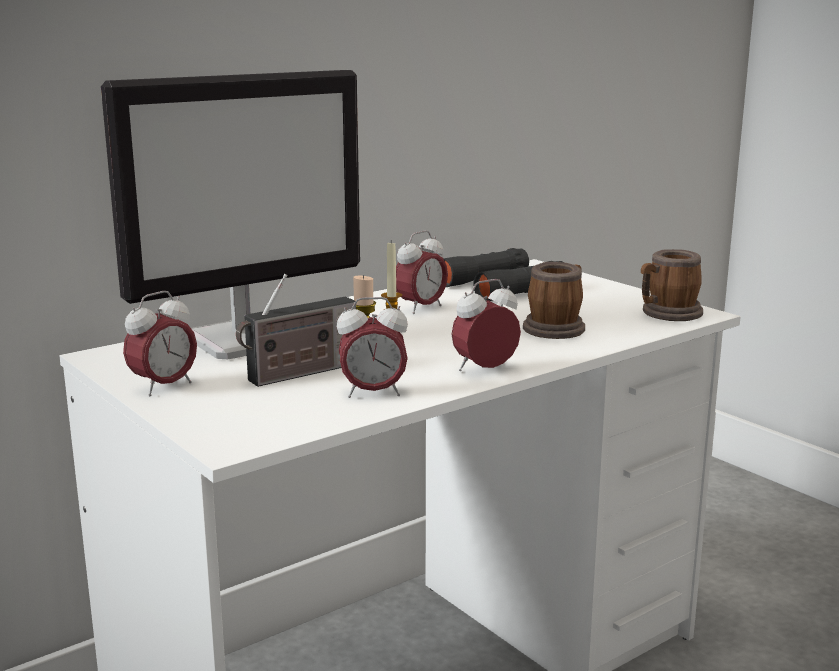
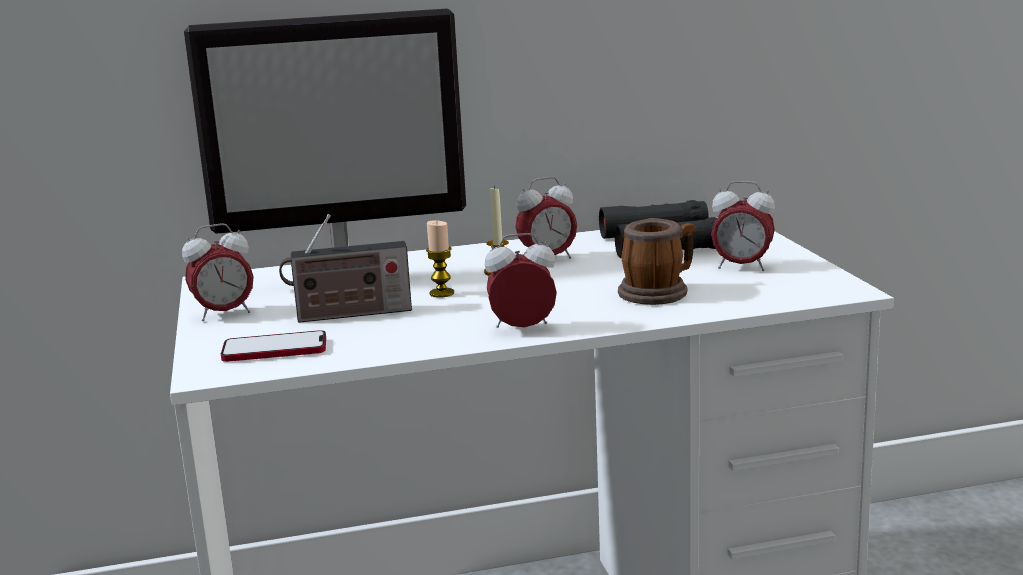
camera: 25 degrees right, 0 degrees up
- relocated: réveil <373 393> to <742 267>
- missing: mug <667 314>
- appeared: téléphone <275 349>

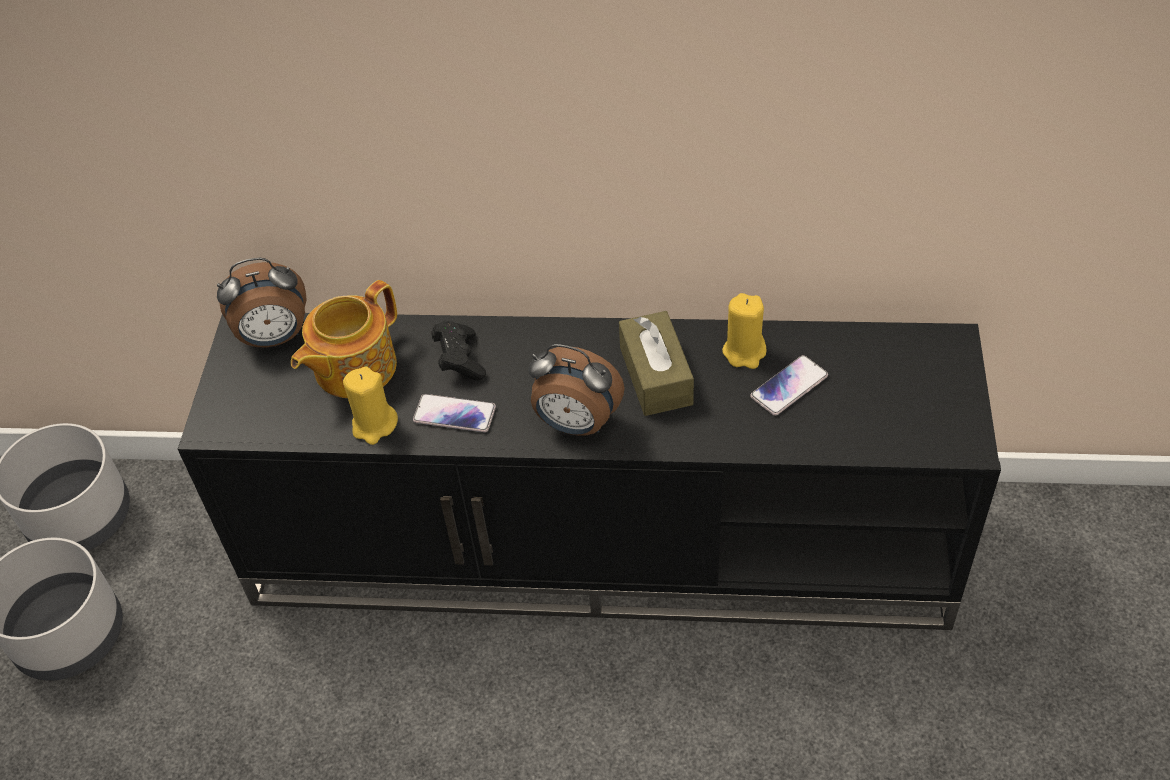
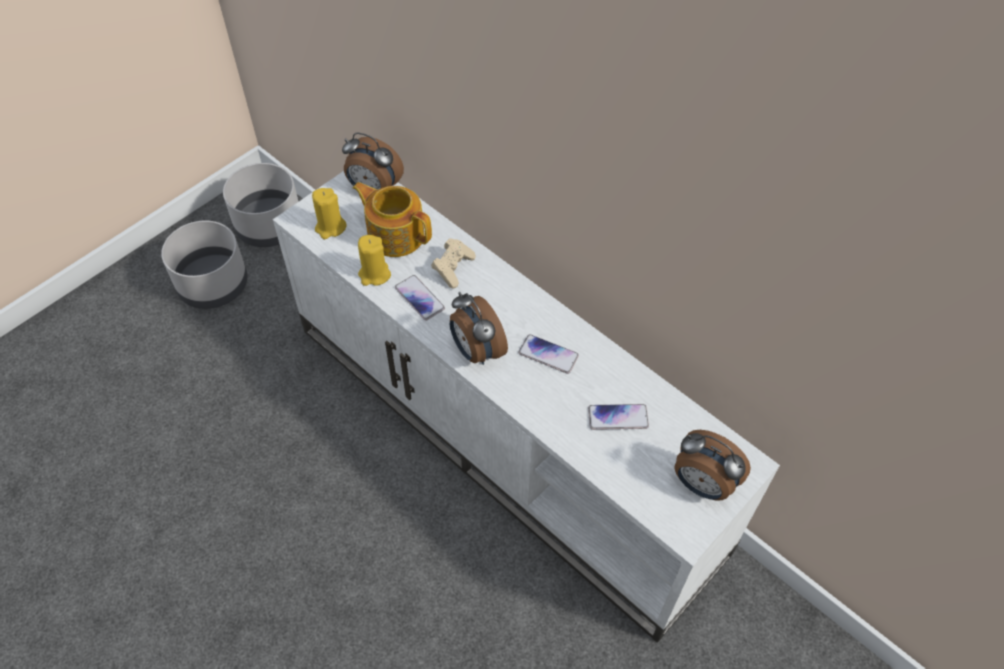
camera: 35 degrees right, 5 degrees up
- colour: meuble télé [noir] <603 545> to meuble télé [blanc] <506 435>
- spun: théière <353 368> = <395 234> 45 degrees clockwise
- colour: manette [noir] <459 359> to manette [beige] <453 268>
- exchanged: boîte à mouchoirs [marron] <656 376> to téléphone <548 355>
- relocated: bougie [jaune] <744 352> to <330 227>
- appeared: réveil <702 484>

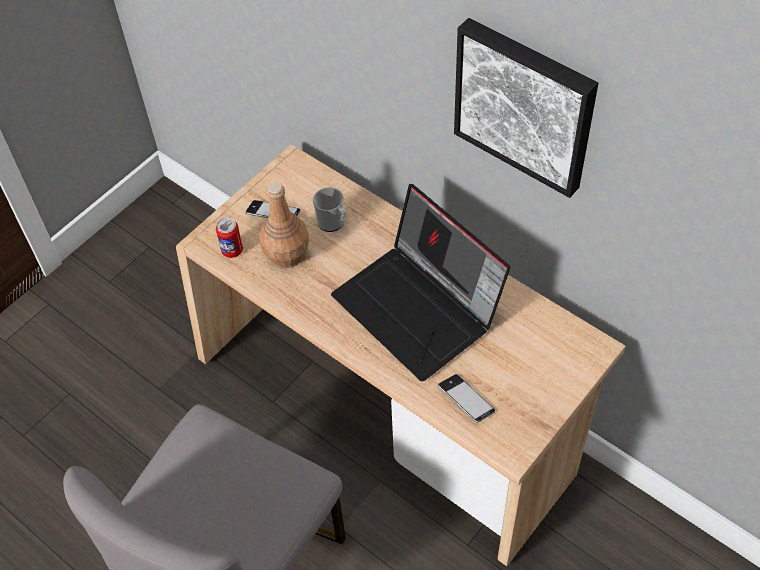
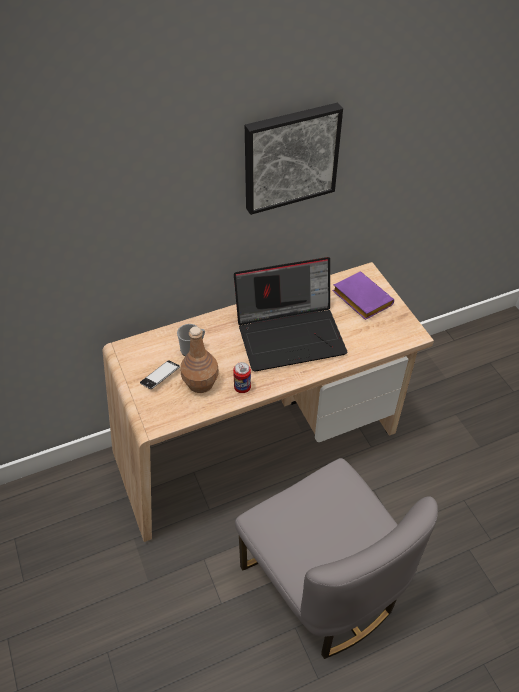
camera: 65 degrees left, 5 degrees down
- relocated: boîte métallique <232 250> to <242 387>
- missing: téléphone <466 401>
- appeared: livre [violet] <360 299>

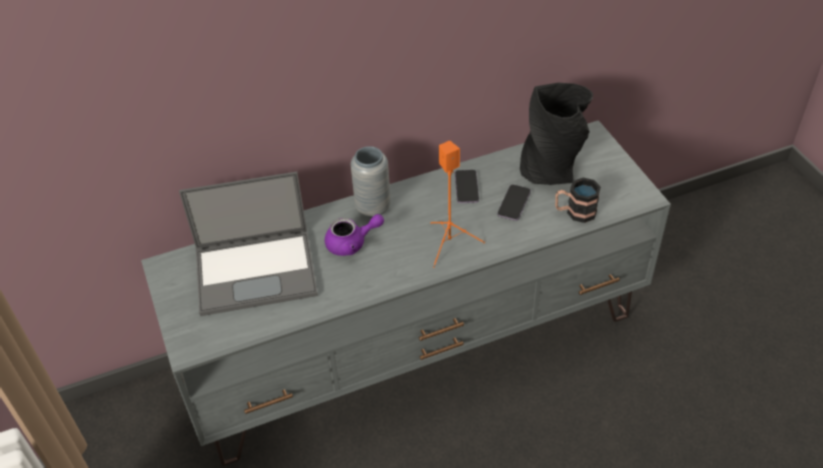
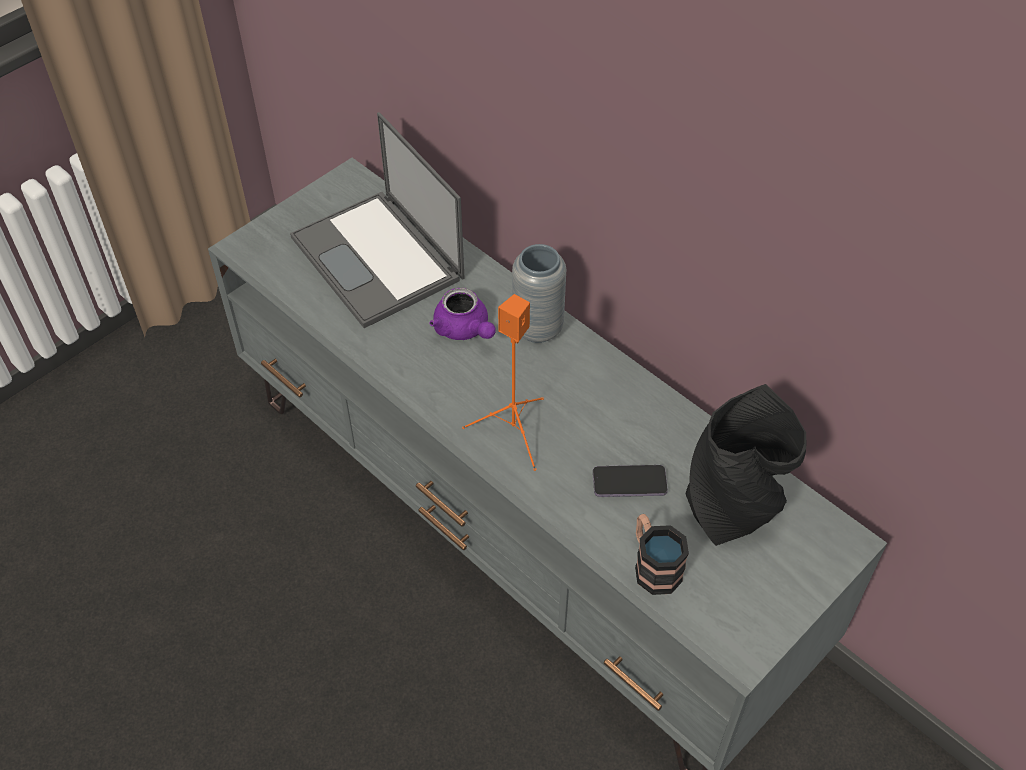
camera: 65 degrees right, 5 degrees up
- missing: téléphone <466 187>

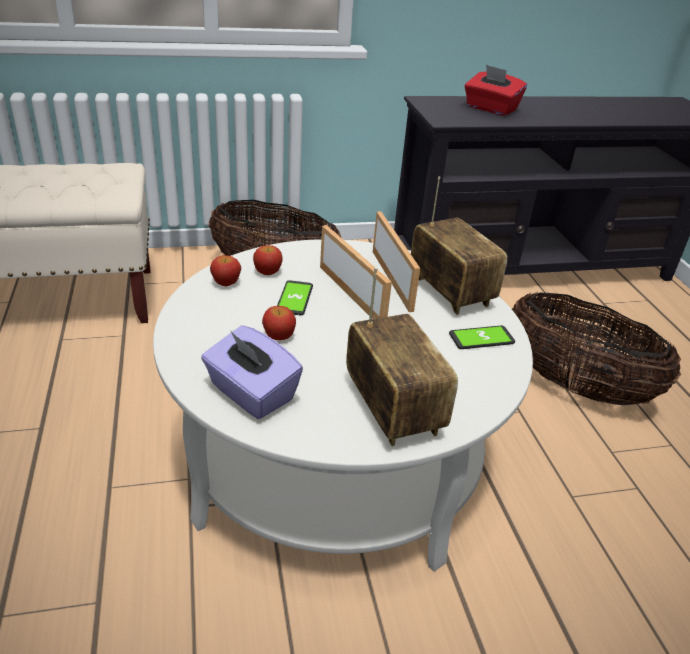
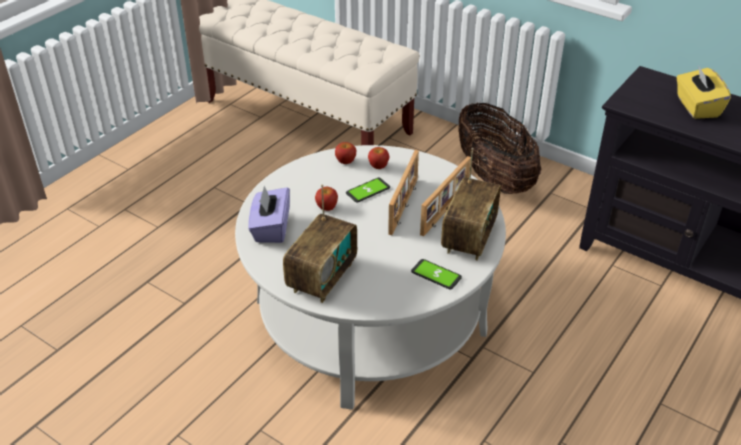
camera: 50 degrees right, 5 degrees up
- colour: boîte à mouchoirs [rouge] <490 109> to boîte à mouchoirs [jaune] <696 107>
- missing: panier <575 386>

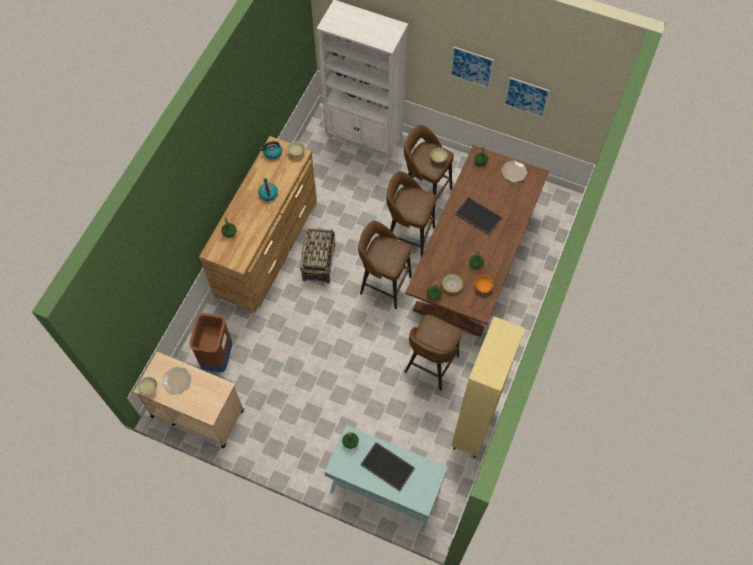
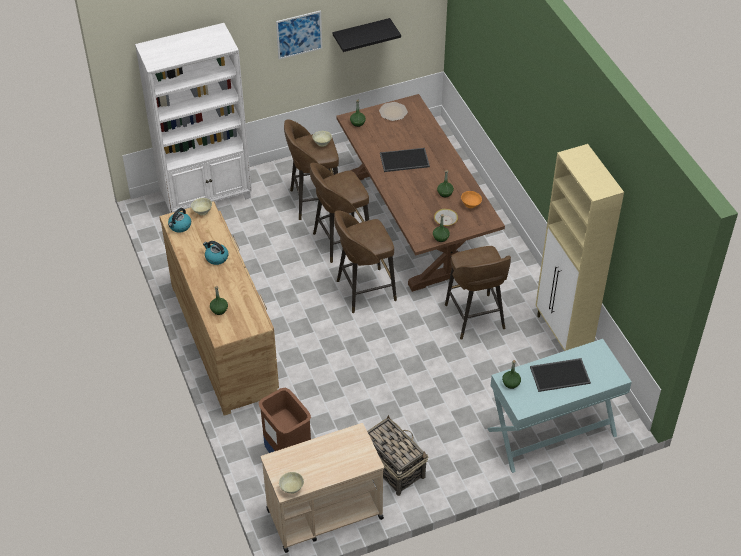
camera: 45 degrees left, 15 degrees down
- missing: assiette <177 380>
- relocated: panier <319 262> to <392 466>
- exchanged: tableau <526 97> to étagère [noir] <361 34>

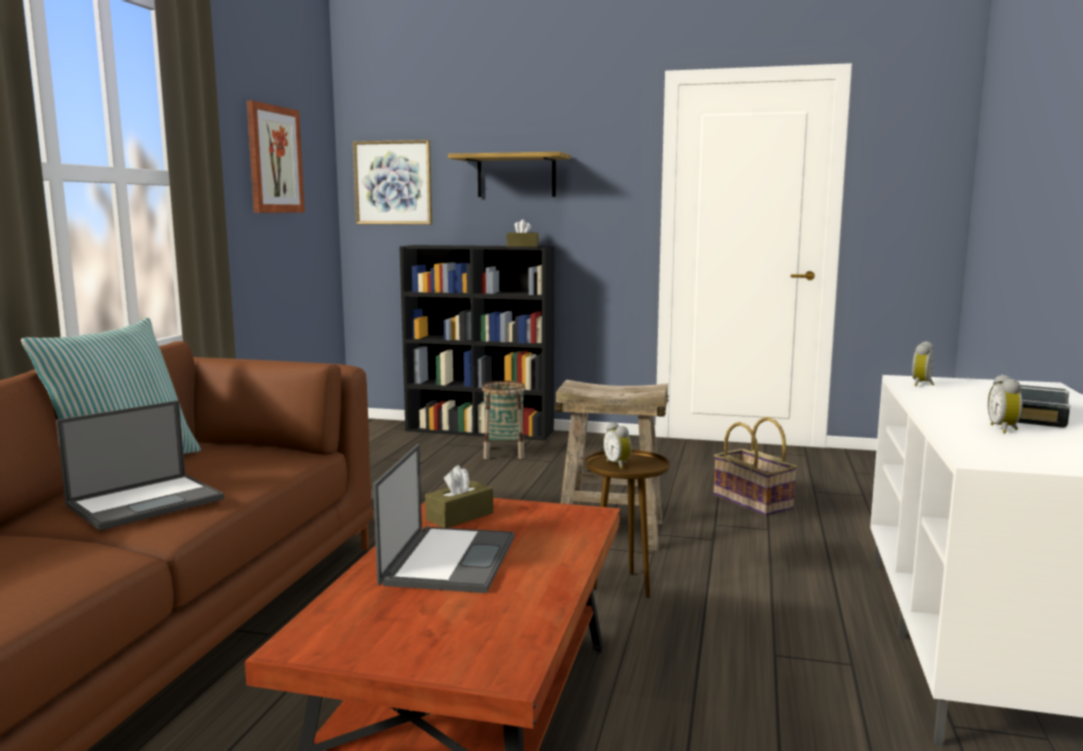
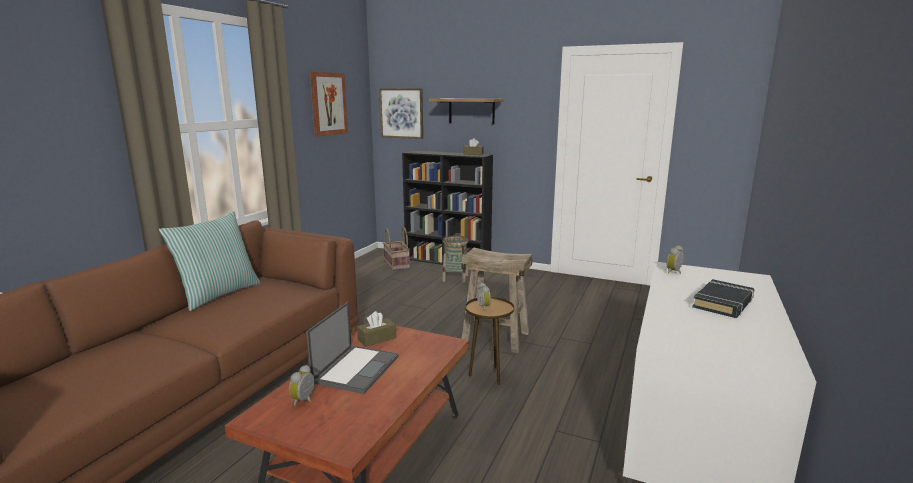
camera: 10 degrees right, 5 degrees up
- missing: ordinateur portable <147 502>
- relocated: panier <753 501> to <397 264>
- relocated: réveil <1004 429> to <304 401>

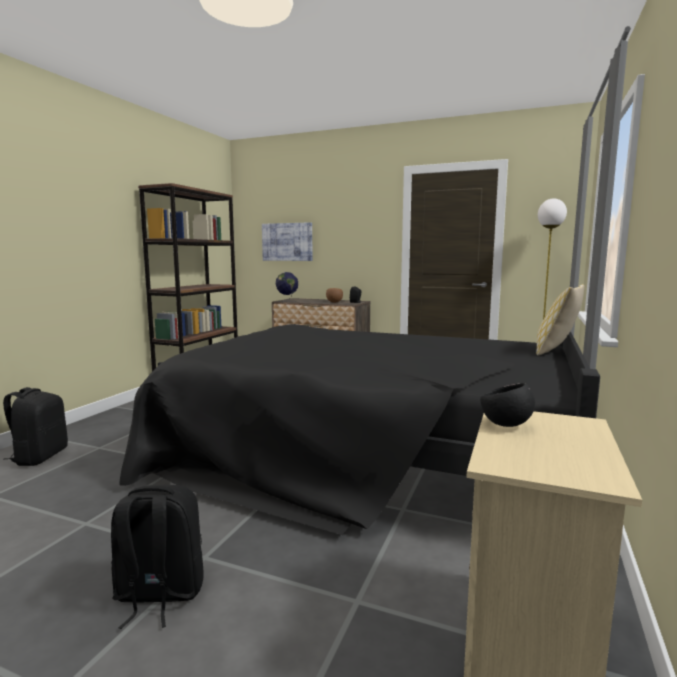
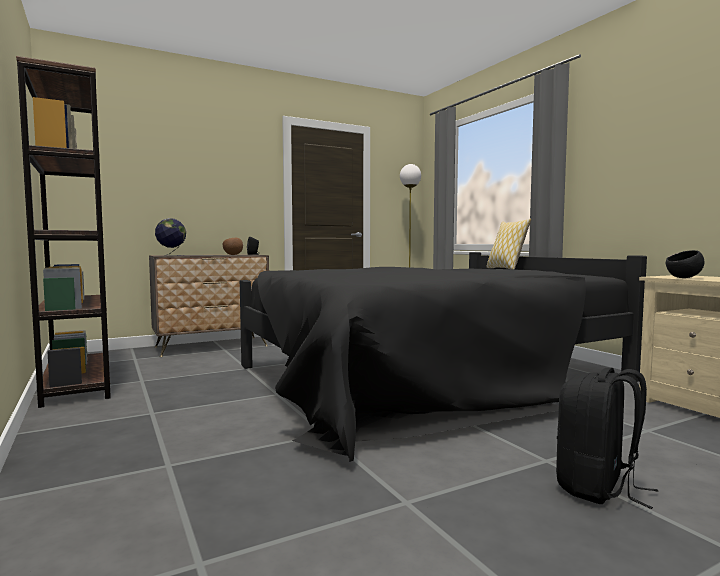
camera: 50 degrees left, 5 degrees down
- missing: sac à dos [noir] <39 457>
- missing: tableau <287 242>

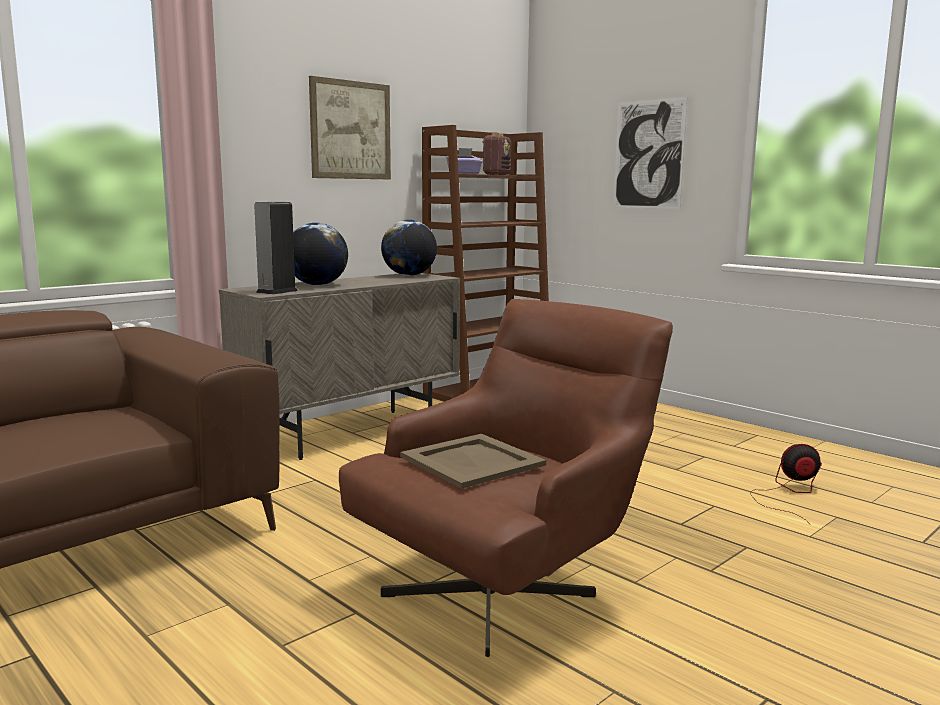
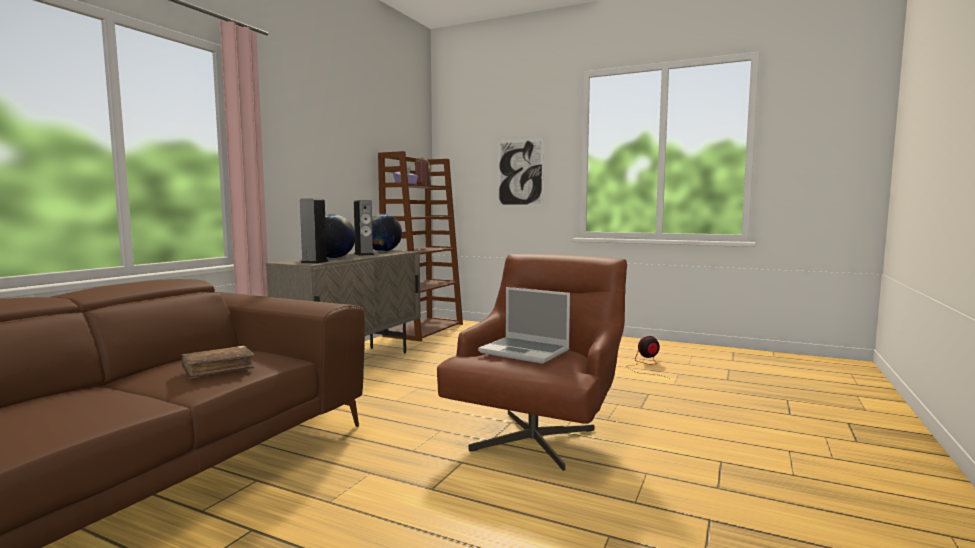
camera: 20 degrees left, 5 degrees down
- missing: tableau <350 130>
- exchanged: plateau [beige] <473 461> to ordinateur portable <526 352>
- appeared: livre [marron] <218 369>
- appeared: enceinte <364 254>

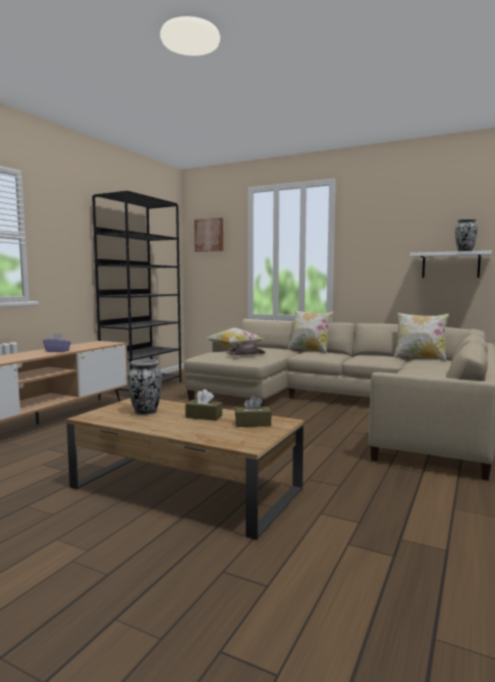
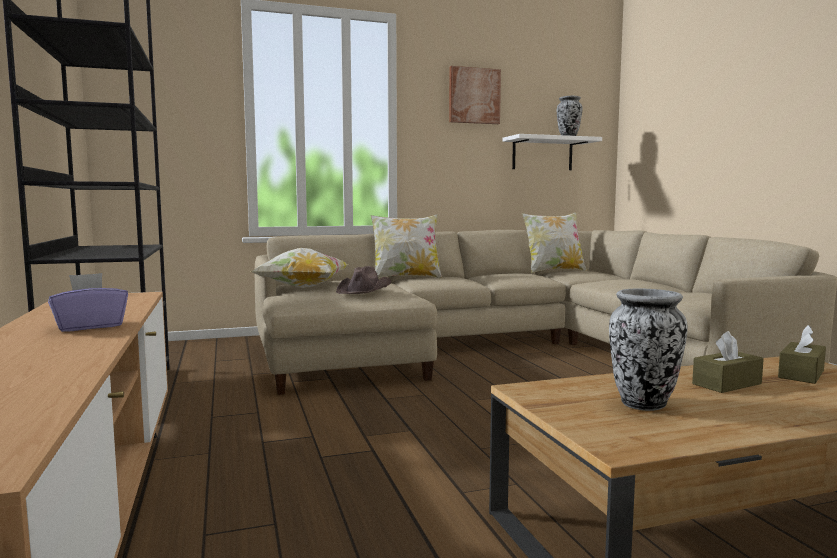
camera: 45 degrees left, 0 degrees up
- relocated: tableau <209 235> to <474 96>

